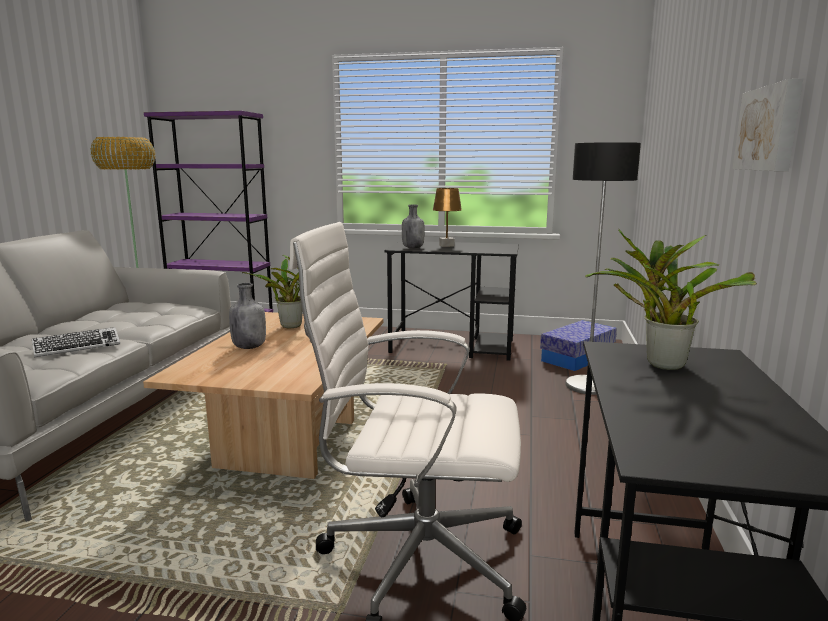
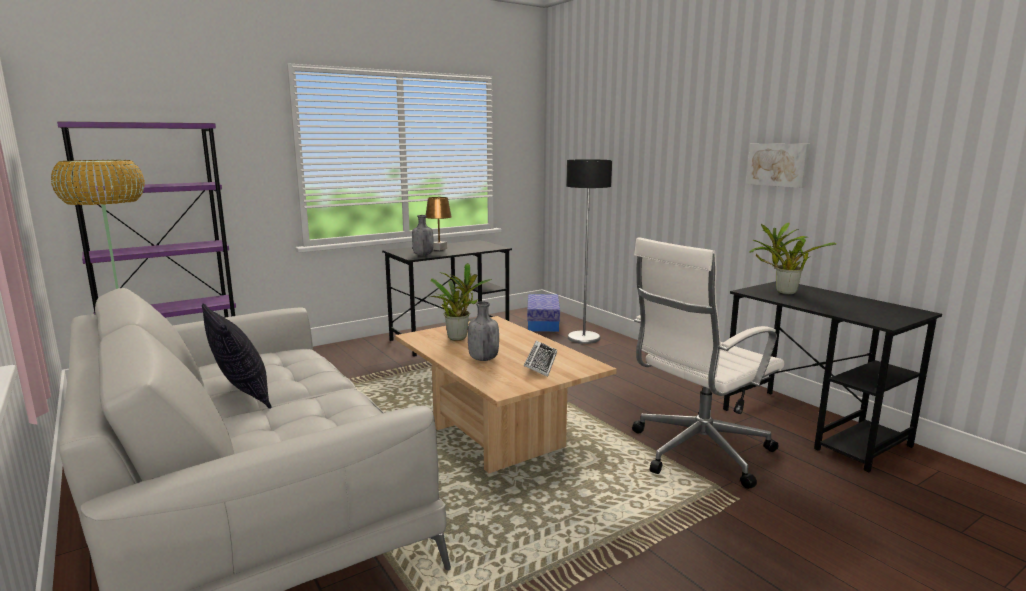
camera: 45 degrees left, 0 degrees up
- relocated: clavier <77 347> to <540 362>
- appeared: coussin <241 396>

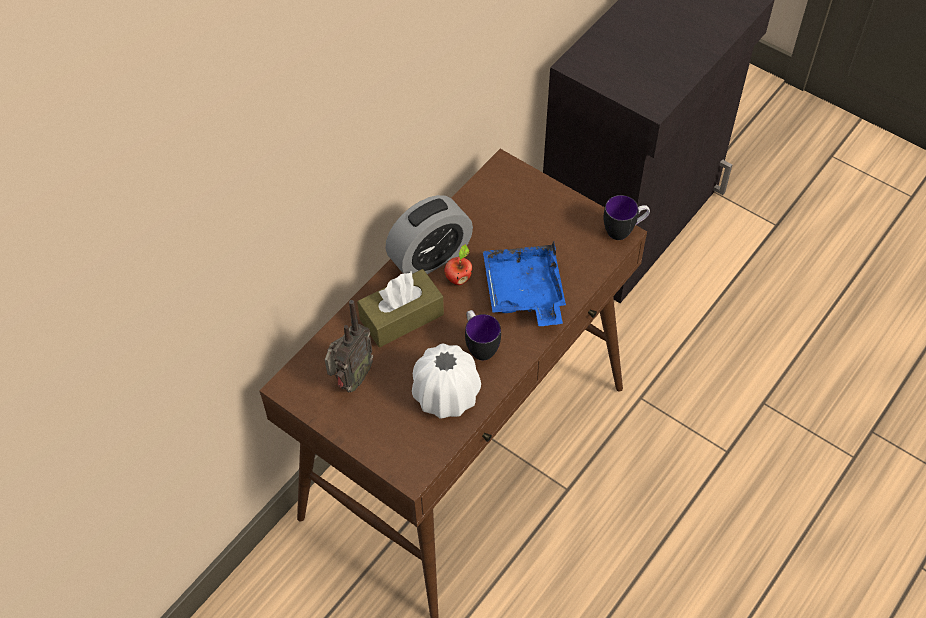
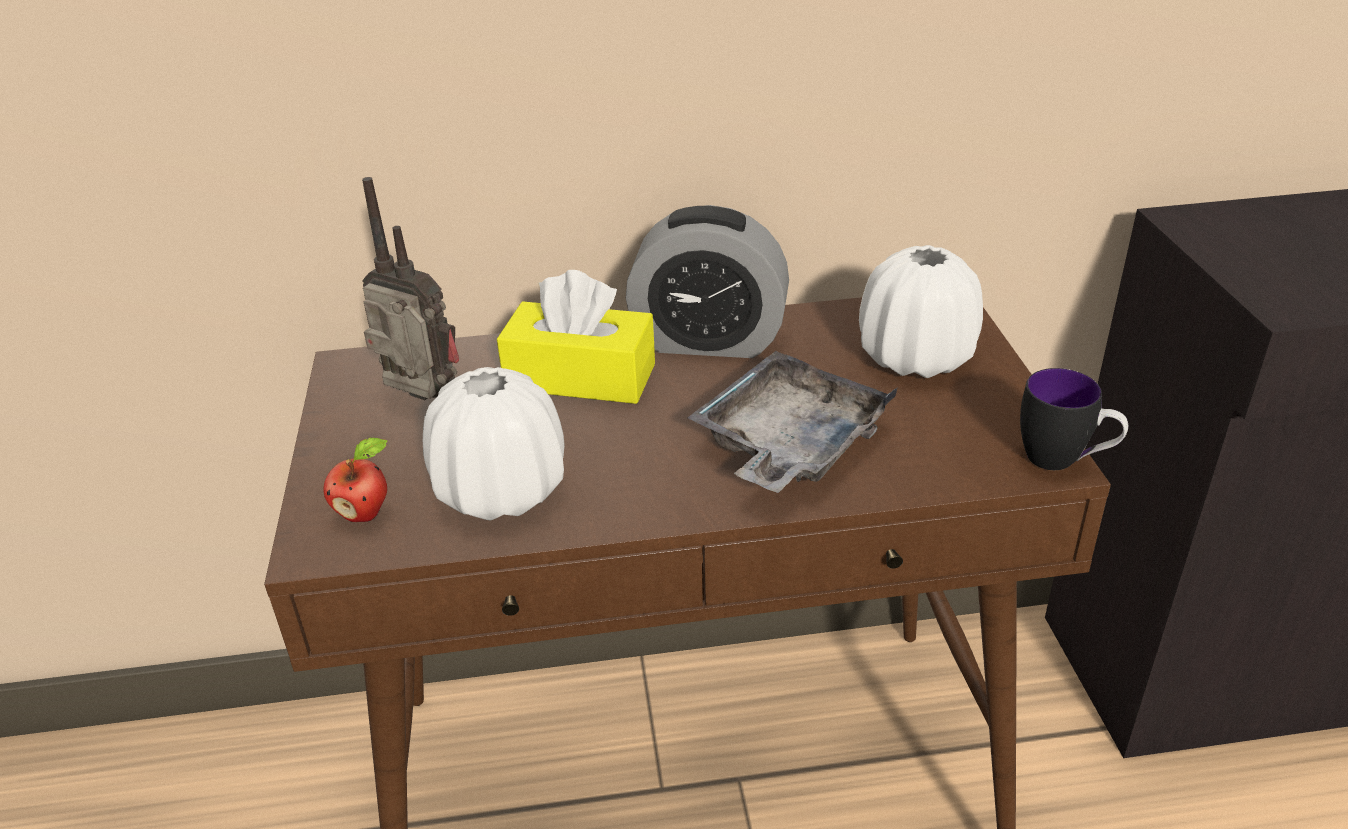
camera: 45 degrees right, 20 degrees down
- spun: radio <351 380> = <420 401> 135 degrees counterclockwise
- colour: boîte à mouchoirs [marron] <401 317> to boîte à mouchoirs [jaune] <580 377>
- relocated: pomme <458 278> to <366 513>
- missing: mug <479 346>
- colour: plateau [bleu] <524 292> to plateau [gris] <788 444>
- appeared: vase [blanc] <916 357>

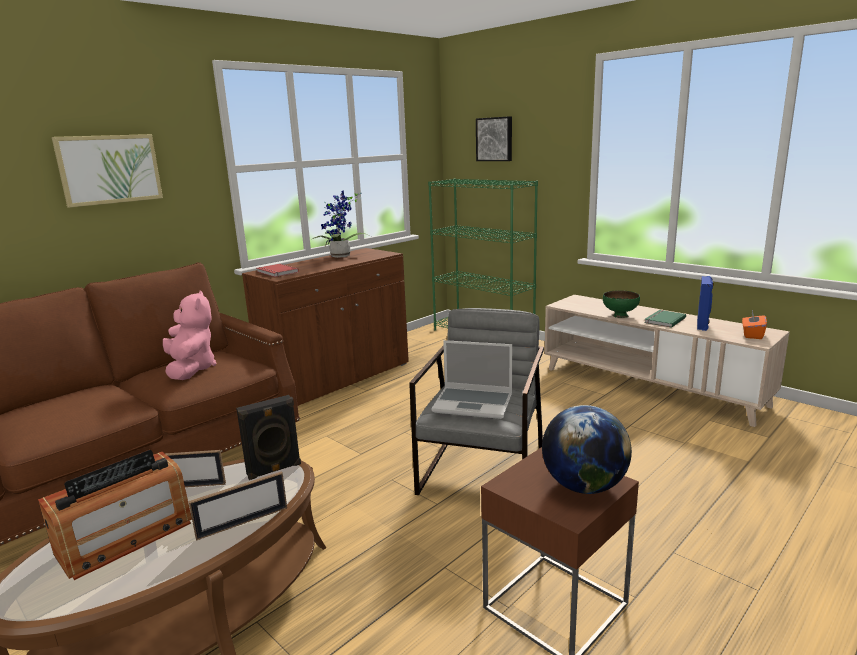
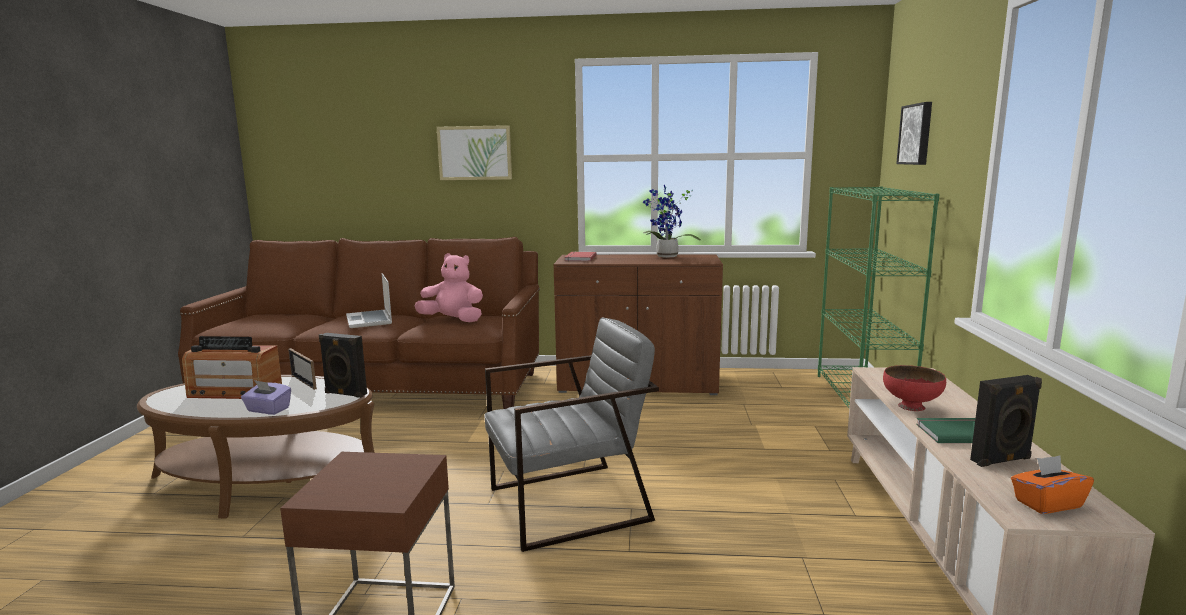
camera: 50 degrees right, 5 degrees down
- spun: peluche [rose] <191 369> = <453 320> 105 degrees counterclockwise
- exchanged: cadre photo <243 522> to boîte à mouchoirs [violet] <268 410>
- relocated: ordinateur portable <474 404> to <370 320>
- missing: globe <584 486>
- colour: bol [vert] <620 315> to bol [rouge] <911 406>
- colour: enceinte [bleu] <703 325> to enceinte [noir] <1002 460>

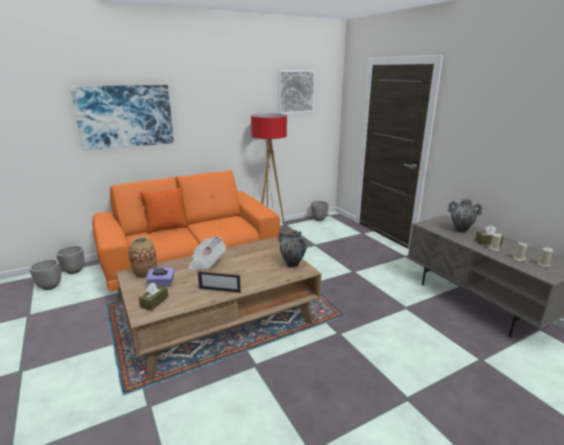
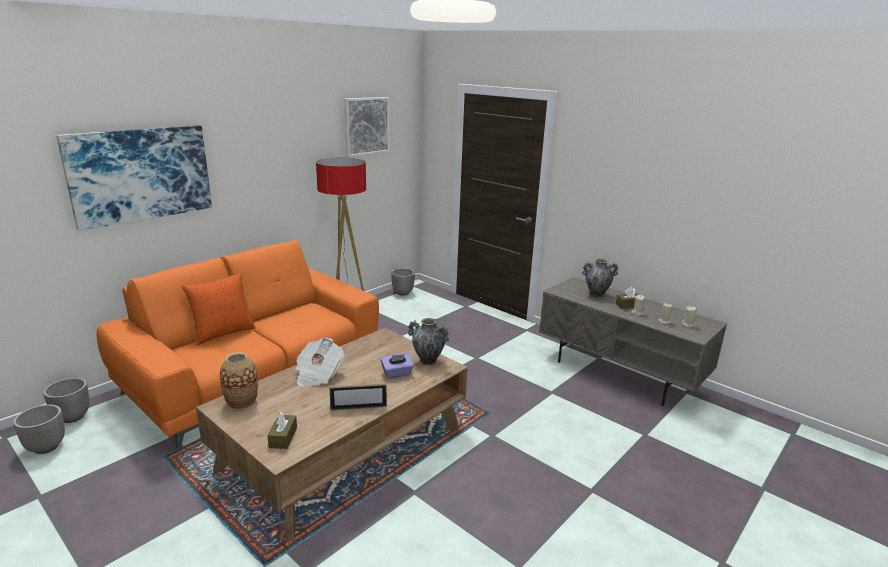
camera: 20 degrees left, 0 degrees up
- relocated: boîte à mouchoirs [violet] <161 284> to <397 373>

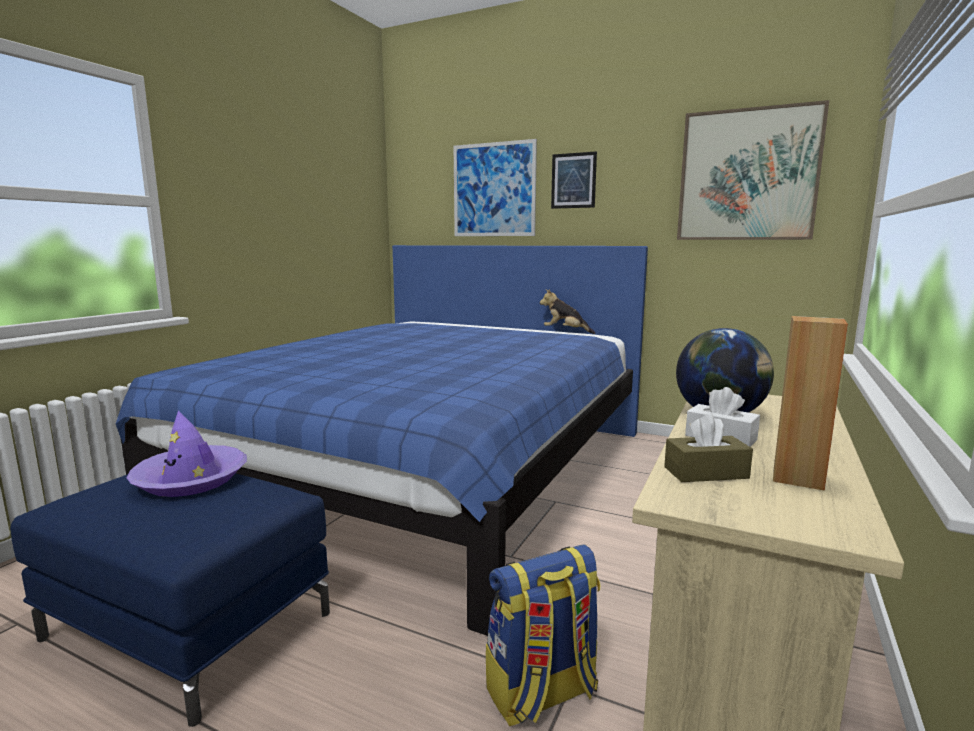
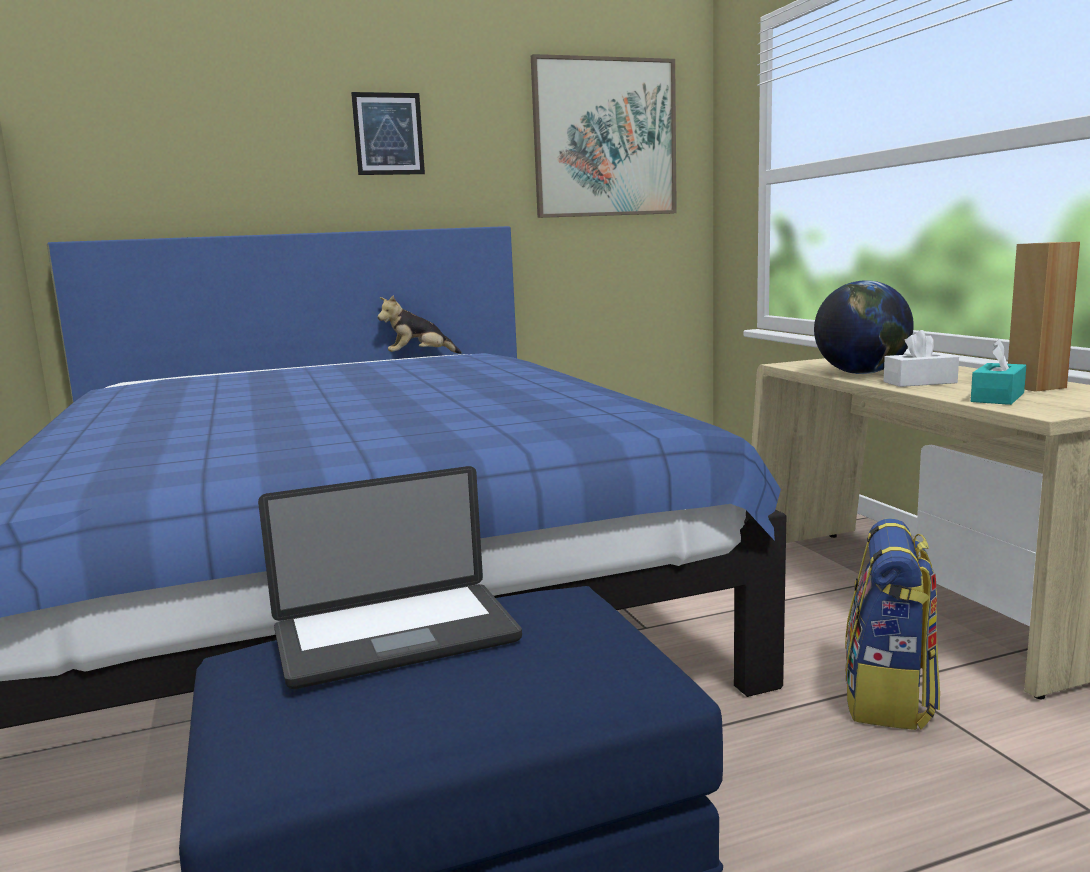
camera: 45 degrees left, 0 degrees up
- exchanged: chapeau [violet] <191 480> to ordinateur portable <396 637>
- missing: tableau <494 190>
- colour: boîte à mouchoirs [marron] <706 473> to boîte à mouchoirs [turquoise] <997 397>

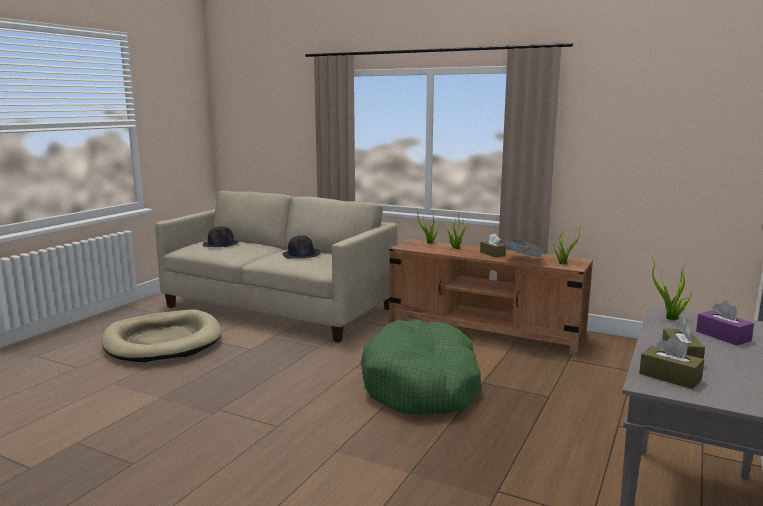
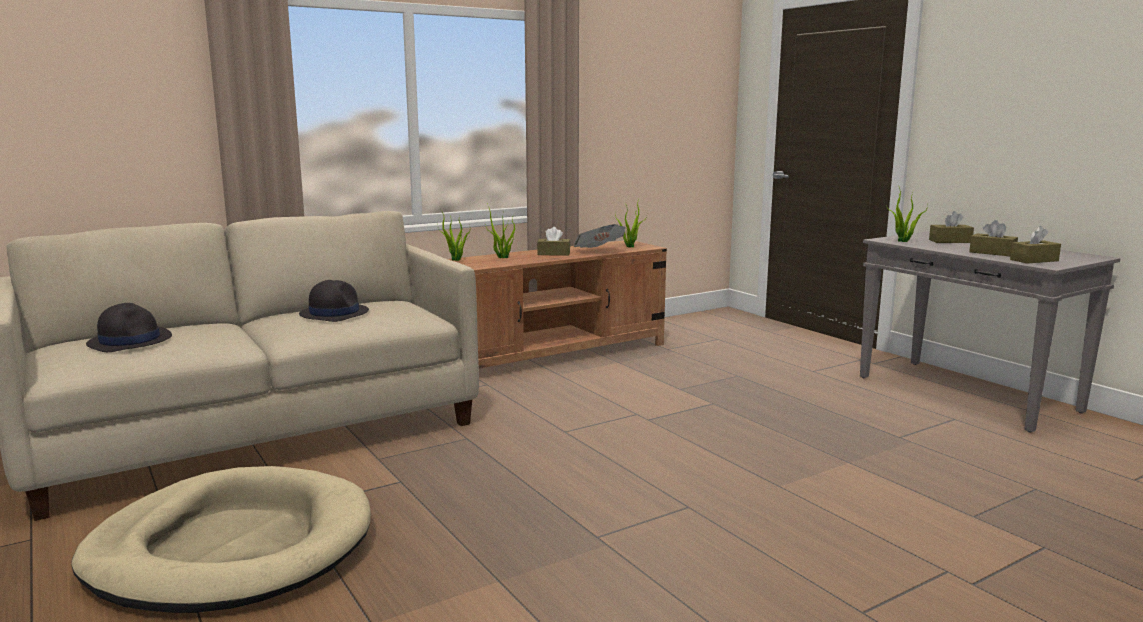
camera: 60 degrees left, 0 degrees up
- missing: panier pour chien [vert] <422 385>
- colour: boîte à mouchoirs [violet] <723 336> to boîte à mouchoirs [marron] <950 241>

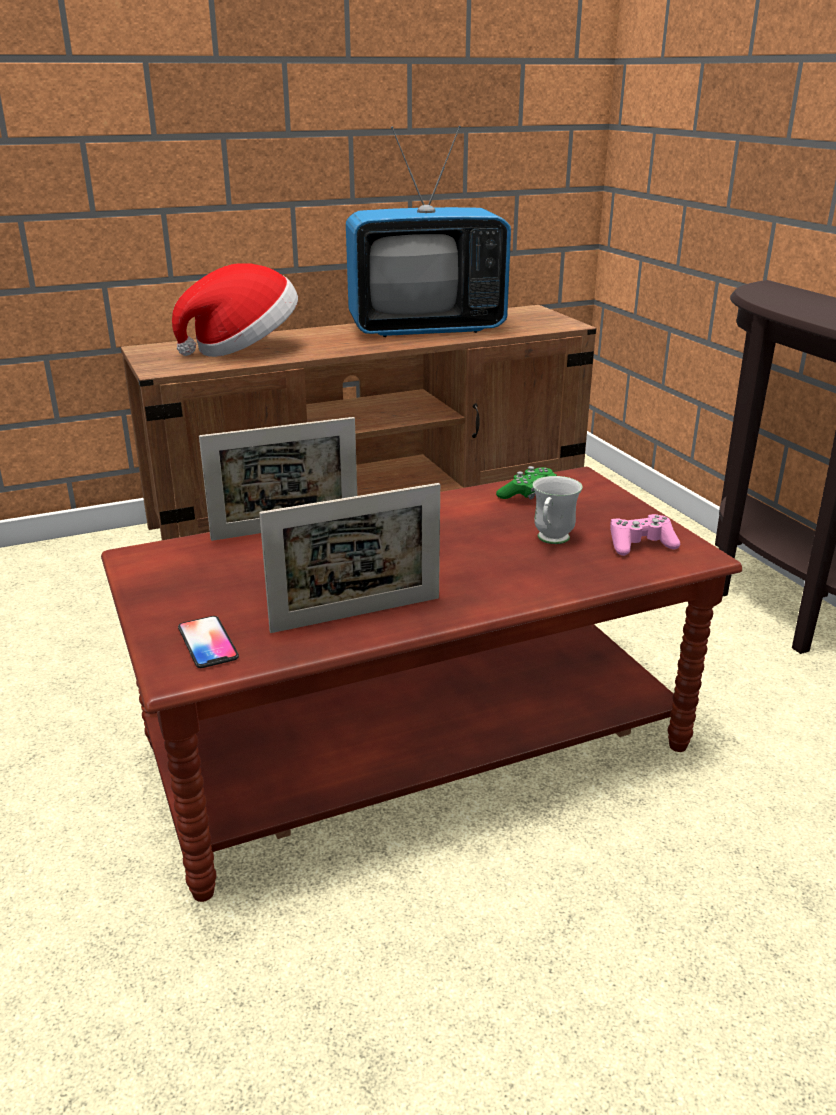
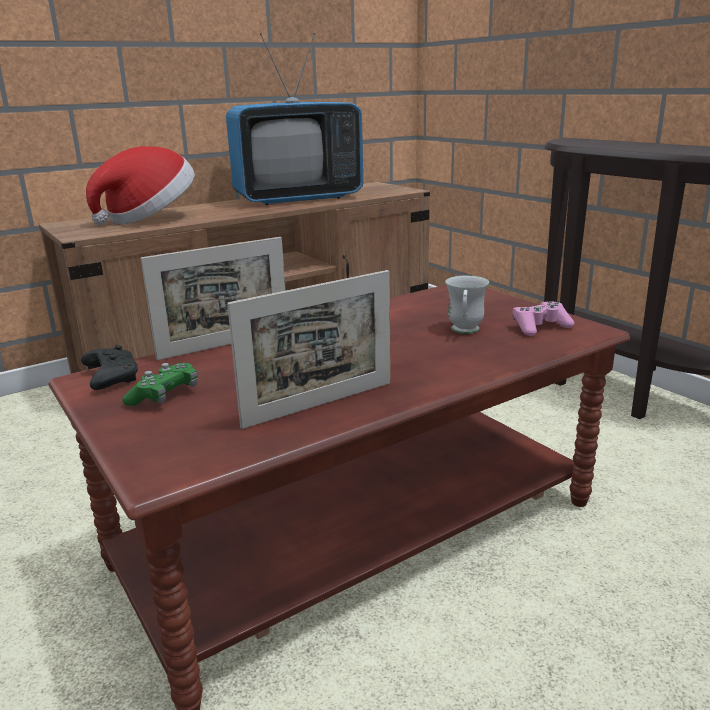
camera: 10 degrees left, 5 degrees down
- missing: téléphone <207 643>
- relocated: manette [vert] <527 494> to <164 396>
- appeared: manette [noir] <111 378>

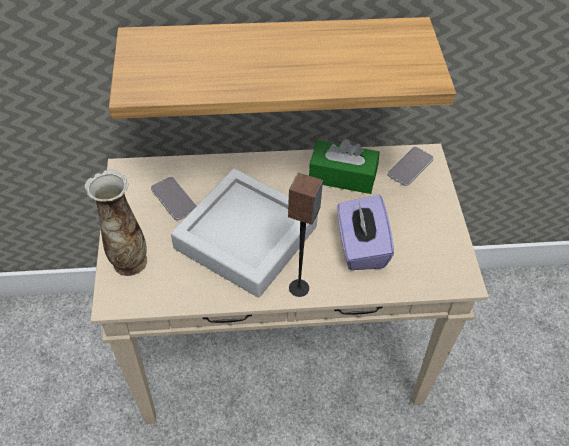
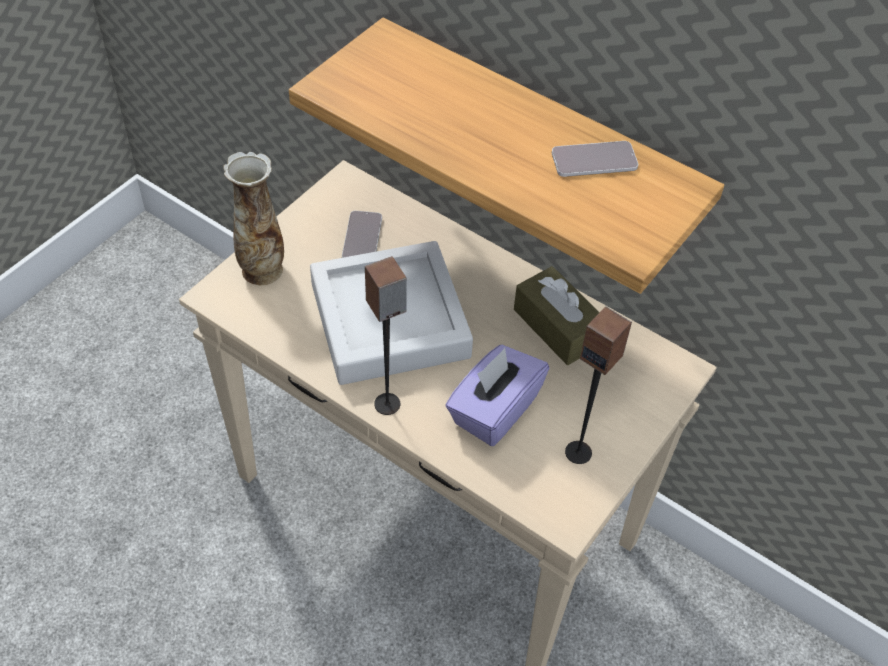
camera: 40 degrees right, 0 degrees up
- colour: boîte à mouchoirs [vert] <342 176> to boîte à mouchoirs [marron] <557 327>
- relocated: téléphone <410 167> to <594 160>
- appeared: enceinte <578 452>

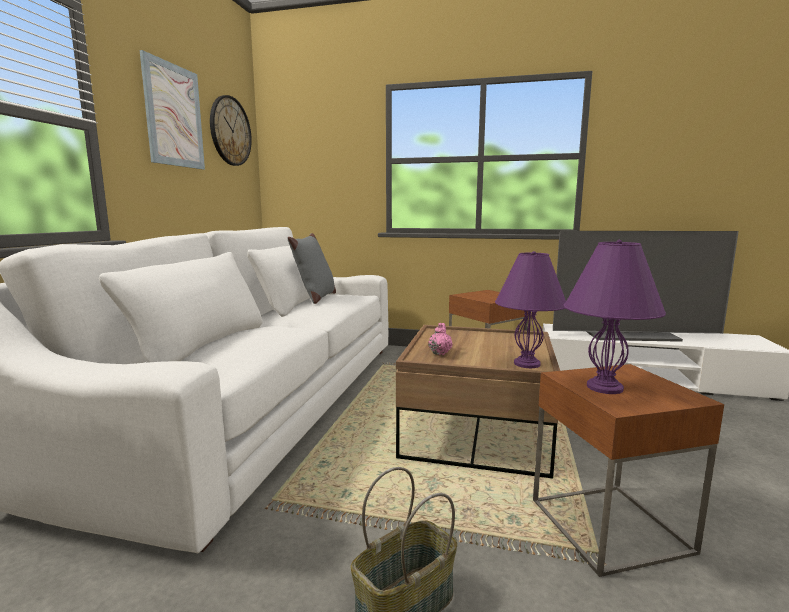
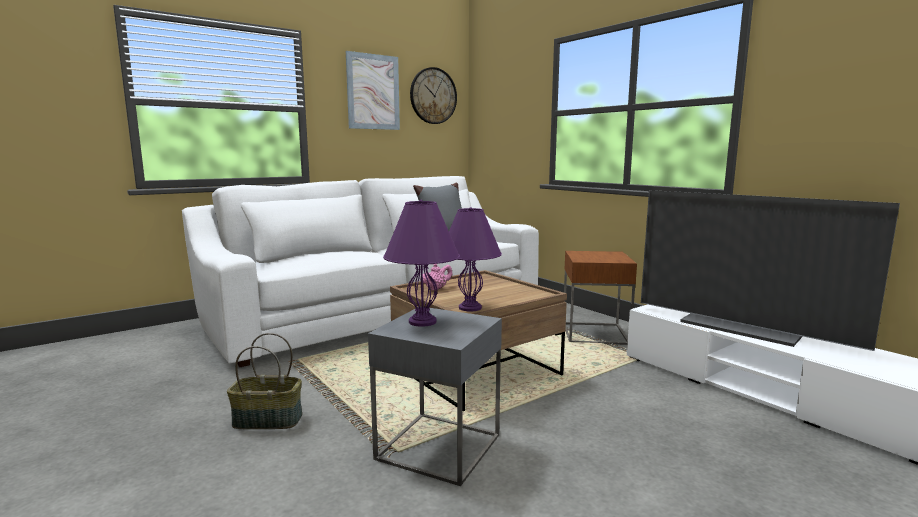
camera: 40 degrees right, 0 degrees up
- colour: table d'appoint [marron] <609 526> to table d'appoint [gris] <438 447>

